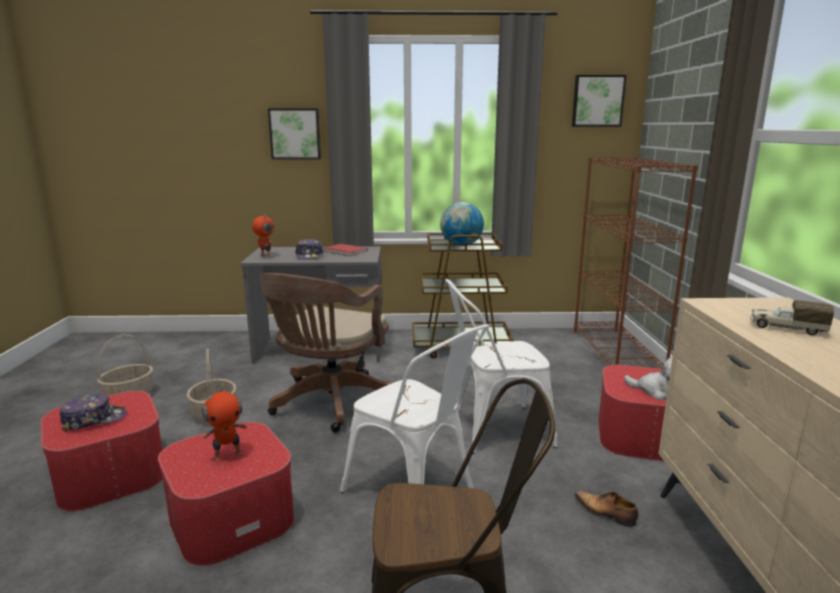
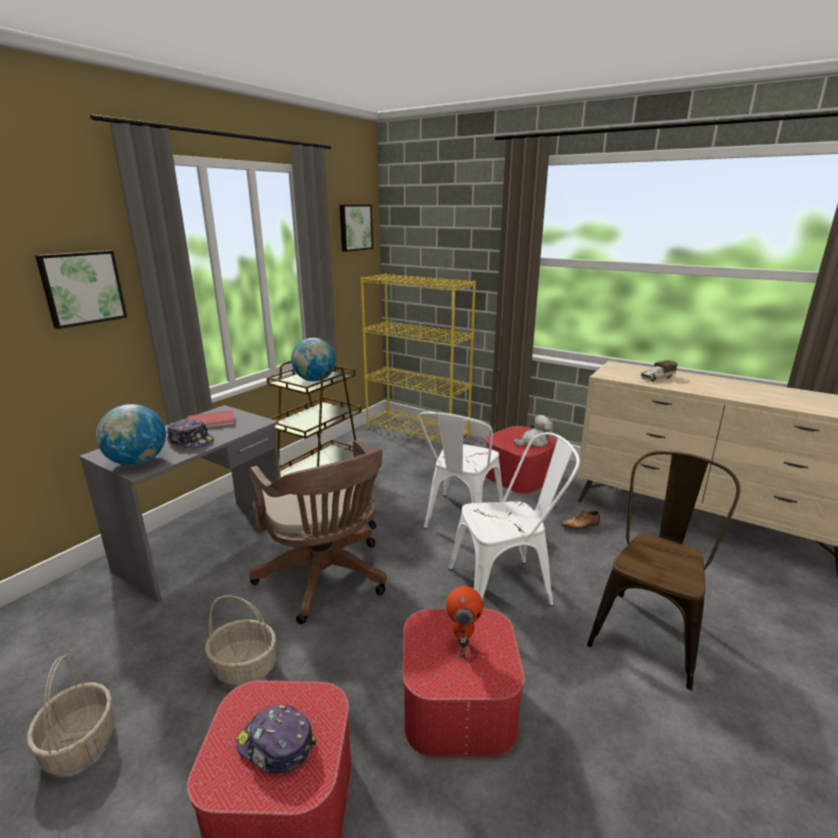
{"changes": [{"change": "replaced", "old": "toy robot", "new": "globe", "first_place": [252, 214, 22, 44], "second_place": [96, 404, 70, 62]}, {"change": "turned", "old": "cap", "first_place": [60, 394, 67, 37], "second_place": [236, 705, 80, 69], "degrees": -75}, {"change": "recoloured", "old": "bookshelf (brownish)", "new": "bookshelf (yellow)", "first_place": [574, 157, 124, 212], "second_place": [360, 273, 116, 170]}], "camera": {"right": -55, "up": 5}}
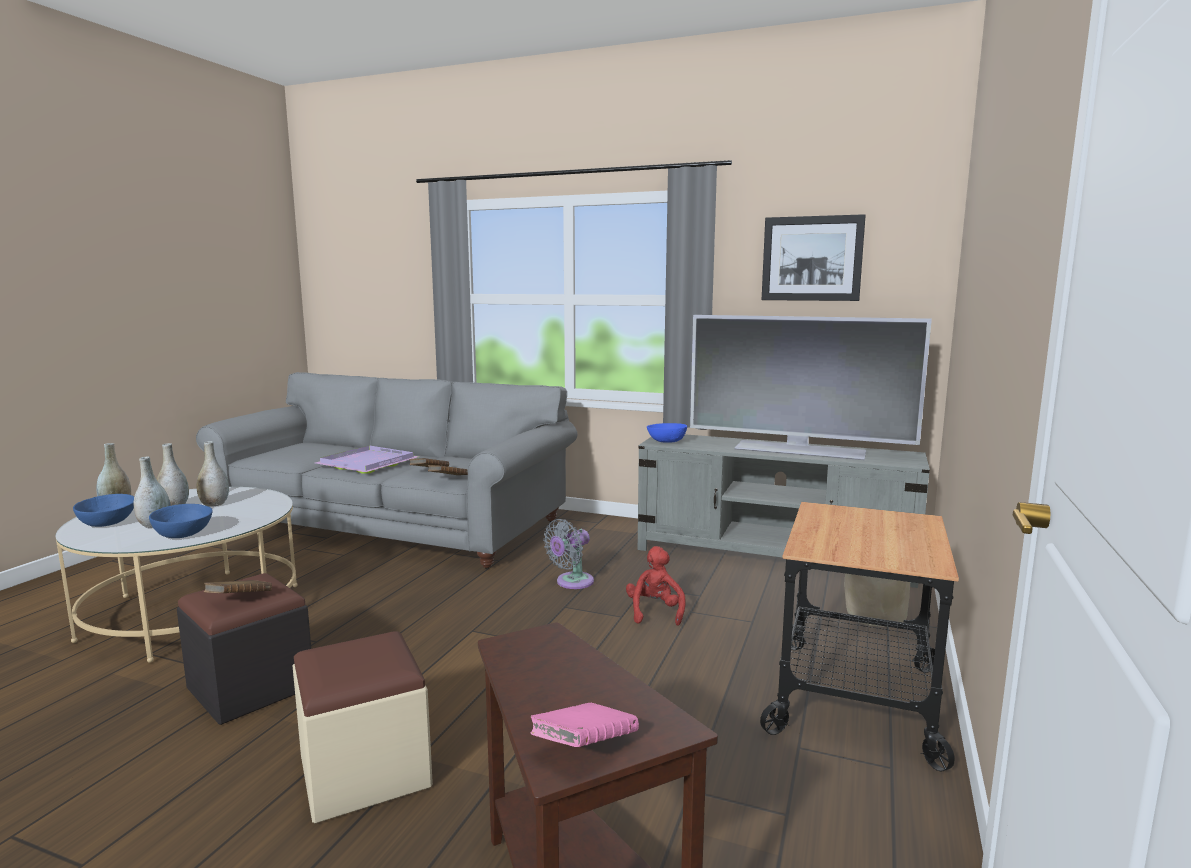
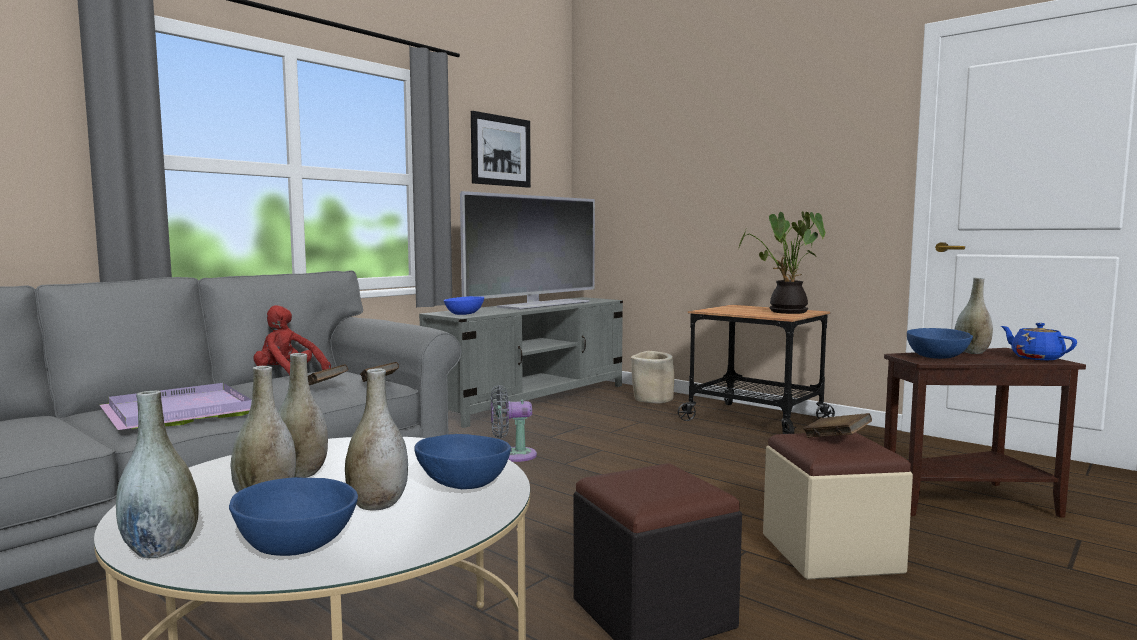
{"changes": [{"change": "moved", "old": "soft toy (red-coloured)", "first_place": [626, 546, 60, 80], "second_place": [254, 305, 77, 70]}, {"change": "turned", "old": "cooling fan (grey)", "first_place": [543, 519, 51, 70], "second_place": [491, 385, 46, 77], "degrees": 105}, {"change": "added", "new": "plant in a pot", "second_place": [738, 211, 87, 103]}, {"change": "moved", "old": "bound book (brownish)", "first_place": [204, 580, 68, 13], "second_place": [803, 413, 69, 25]}, {"change": "added", "new": "serving bowl (blue-coloured)", "second_place": [907, 328, 66, 31]}, {"change": "added", "new": "vase (grey)", "second_place": [955, 278, 38, 76]}, {"change": "replaced", "old": "bound book (pink)", "new": "tea pot (blue-coloured)", "first_place": [530, 703, 109, 44], "second_place": [1001, 323, 76, 37]}], "camera": {"right": -70, "up": -5}}
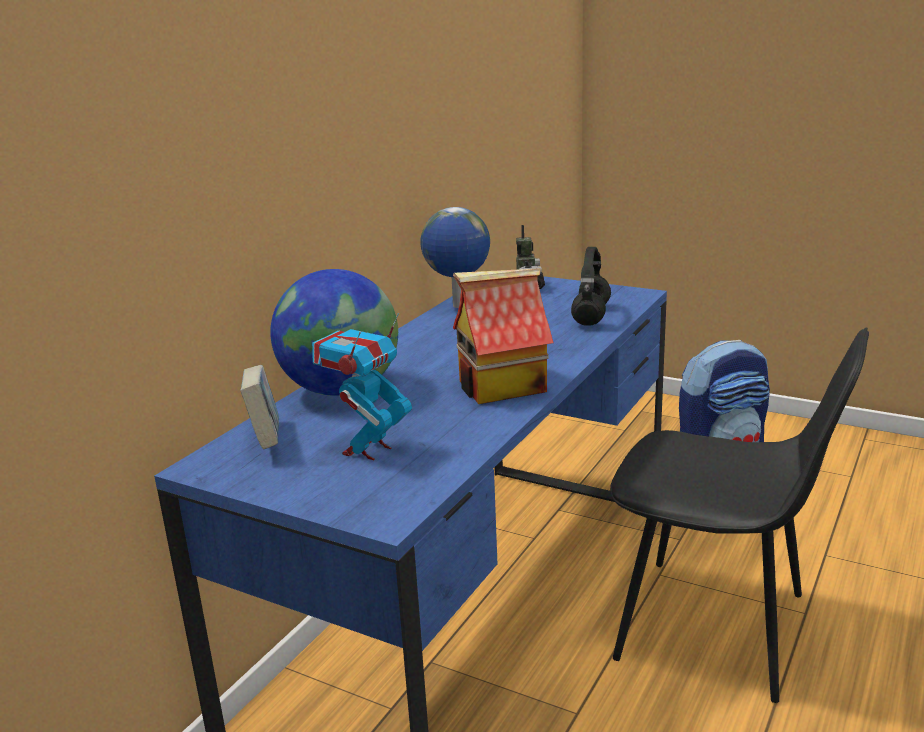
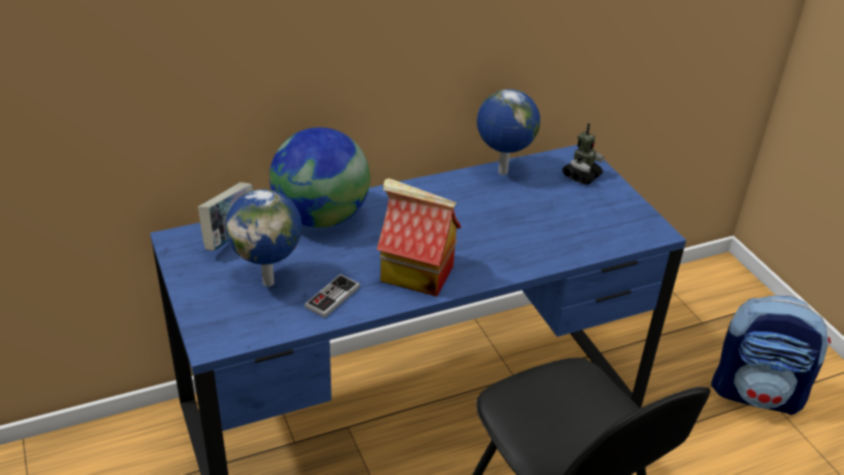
{"changes": [{"change": "replaced", "old": "toy robot", "new": "globe", "first_place": [312, 312, 100, 148], "second_place": [226, 189, 76, 98]}, {"change": "added", "new": "game controller", "second_place": [305, 274, 55, 44]}, {"change": "removed", "old": "headphones (black-coloured)", "first_place": [571, 247, 40, 79]}], "camera": {"right": 35, "up": 15}}
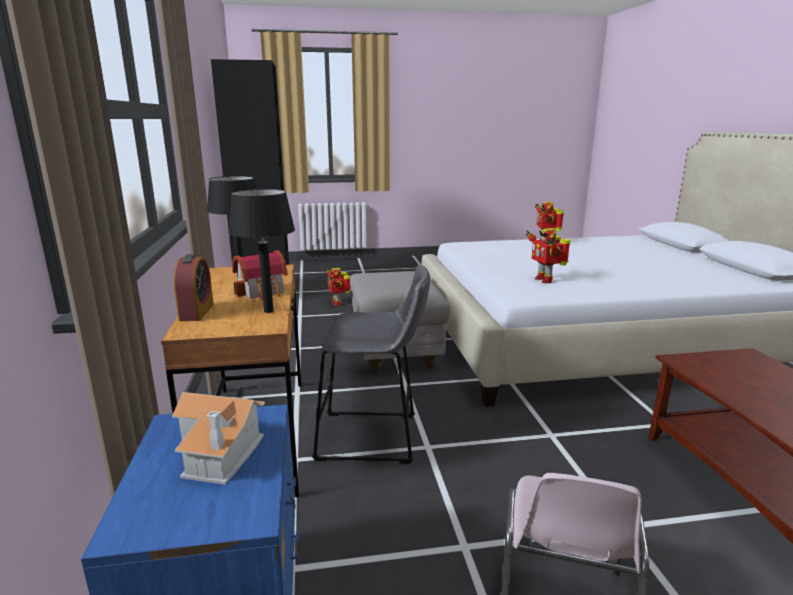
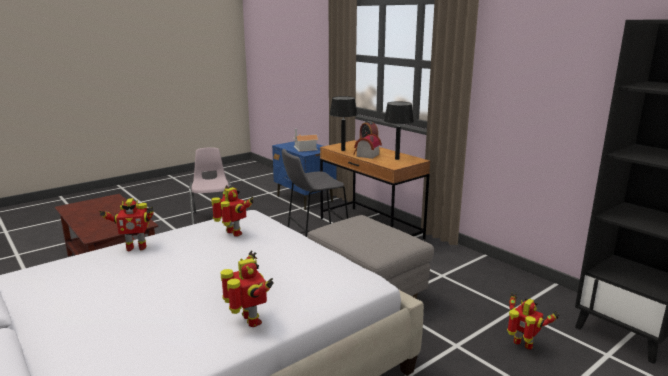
{"changes": [{"change": "added", "new": "toy robot", "second_place": [98, 198, 56, 53]}], "camera": {"right": 150, "up": 0}}
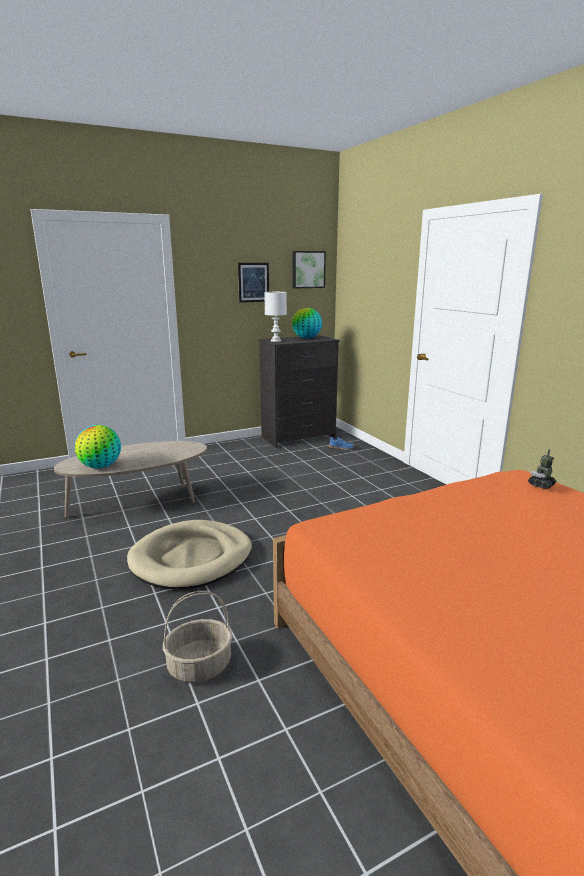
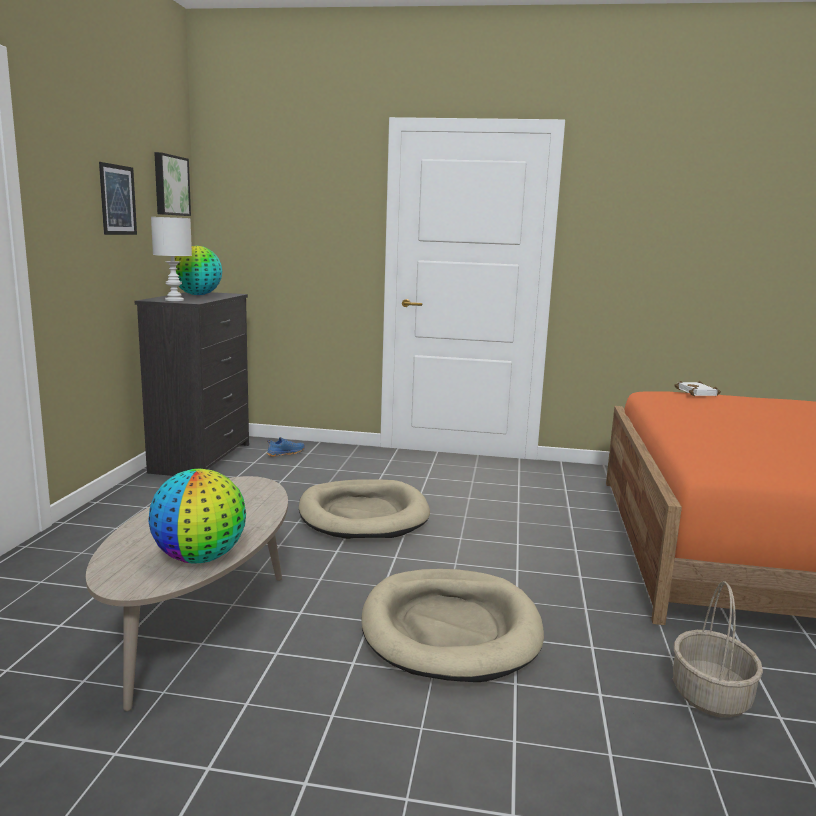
{"changes": [{"change": "added", "new": "pet bed (beige)", "second_place": [299, 479, 131, 60]}, {"change": "replaced", "old": "toy robot", "new": "bound book (white-coloured)", "first_place": [528, 449, 28, 40], "second_place": [674, 381, 47, 15]}], "camera": {"right": -55, "up": -5}}
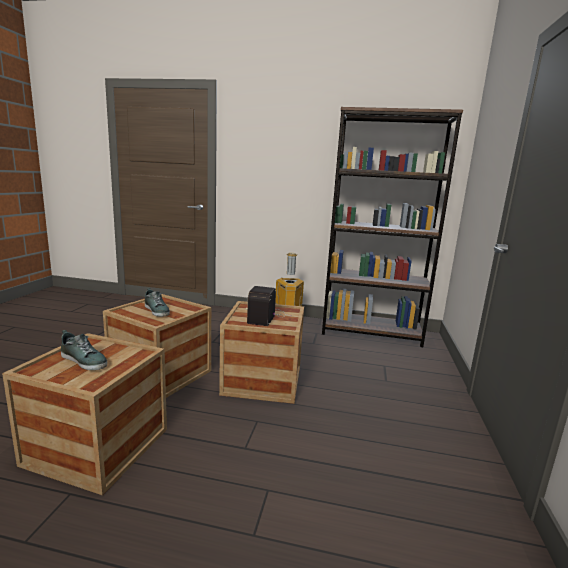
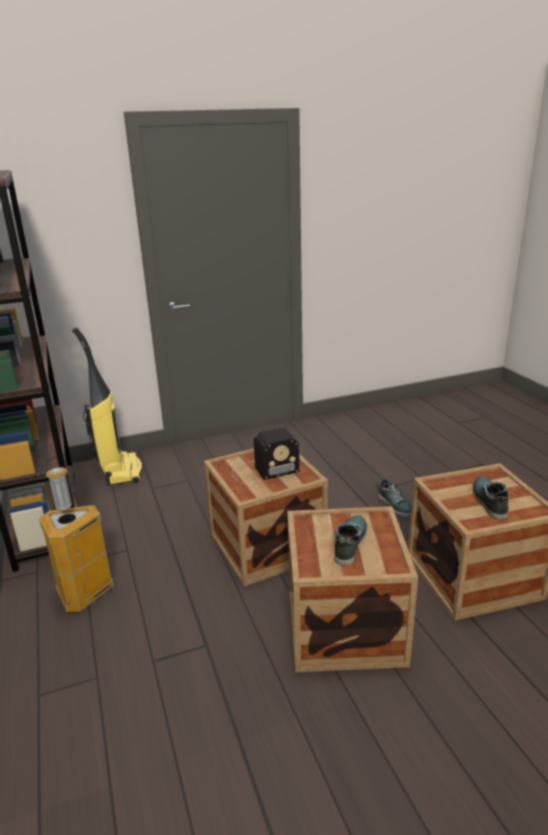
{"changes": [{"change": "added", "new": "vacuum", "second_place": [72, 327, 71, 158]}, {"change": "added", "new": "shoe", "second_place": [378, 476, 34, 41]}], "camera": {"right": -120, "up": 10}}
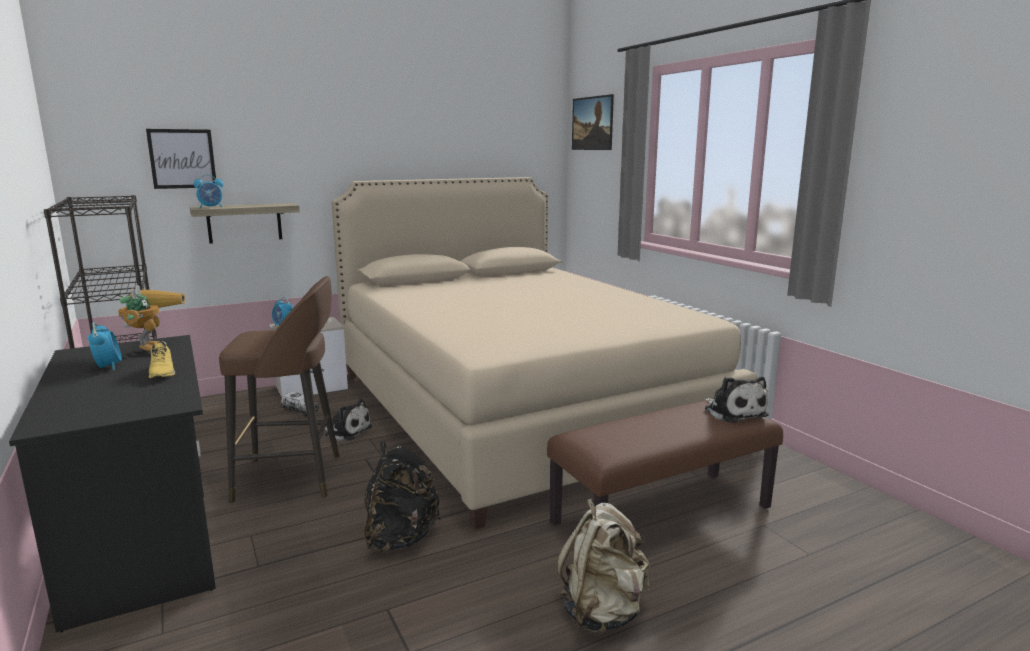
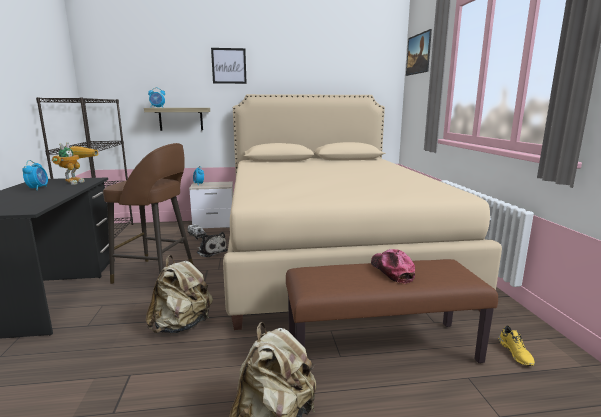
{"changes": [{"change": "recoloured", "old": "rucksack (black-coloured)", "new": "rucksack (beige)", "first_place": [364, 441, 77, 111], "second_place": [146, 255, 67, 78]}, {"change": "moved", "old": "picture", "first_place": [146, 129, 70, 60], "second_place": [211, 48, 36, 36]}, {"change": "added", "new": "cap", "second_place": [371, 249, 44, 35]}, {"change": "moved", "old": "shoe (yellow)", "first_place": [149, 341, 26, 38], "second_place": [498, 325, 37, 41]}, {"change": "removed", "old": "soft toy", "first_place": [705, 376, 64, 47]}], "camera": {"right": 20, "up": 0}}
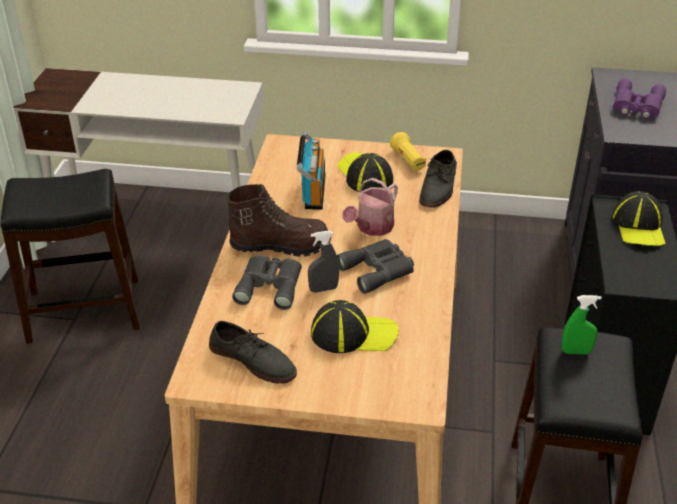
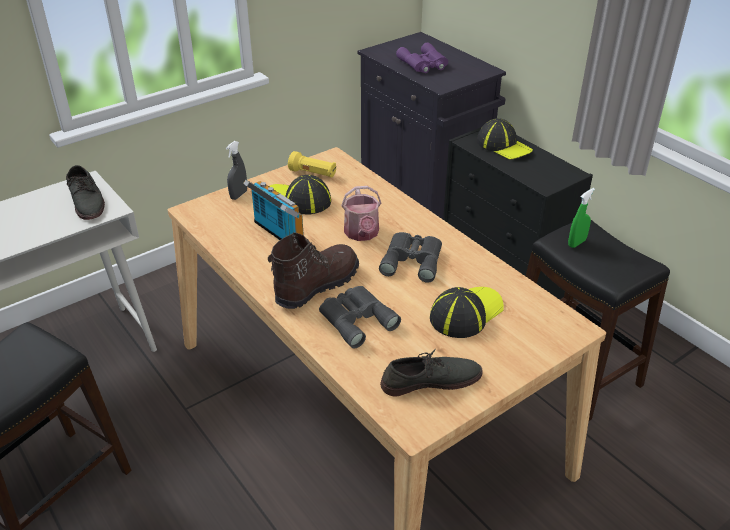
{"changes": [{"change": "moved", "old": "shoe (grey)", "first_place": [419, 150, 38, 57], "second_place": [66, 165, 39, 55]}, {"change": "moved", "old": "hand sprayer (grey)", "first_place": [308, 231, 31, 62], "second_place": [226, 141, 21, 59]}], "camera": {"right": -45, "up": 0}}
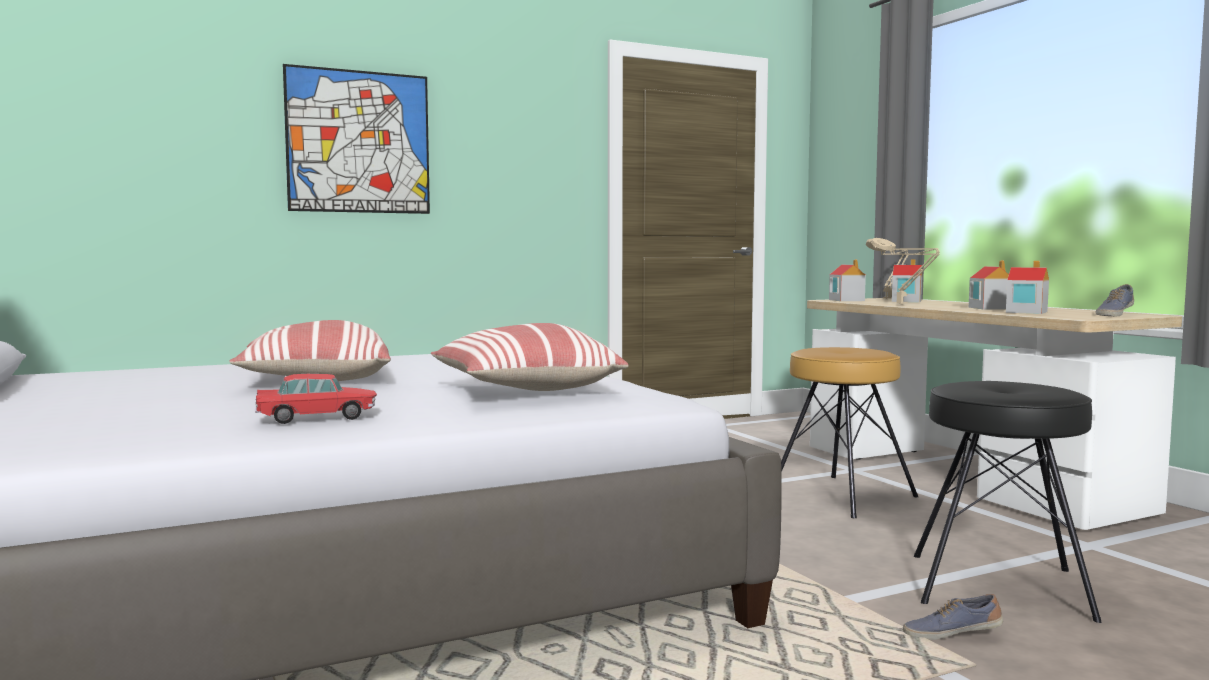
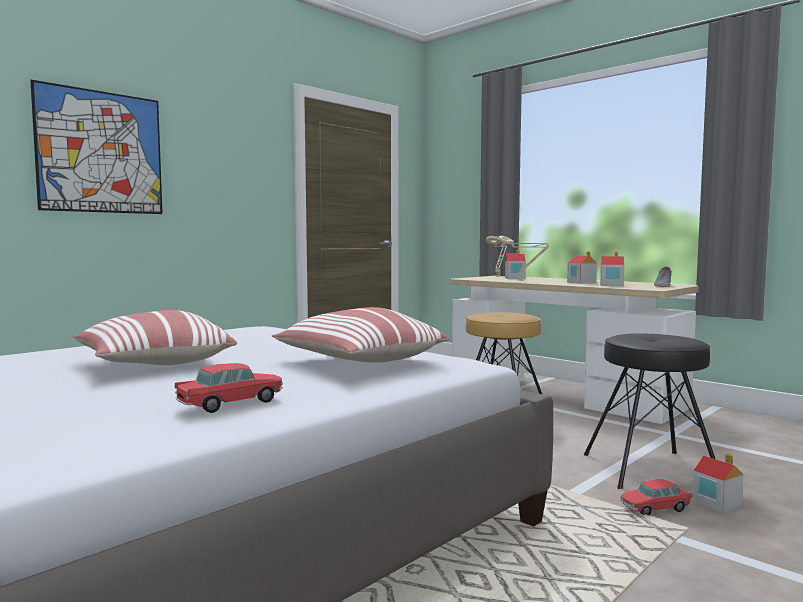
{"changes": [{"change": "replaced", "old": "shoe", "new": "model car", "first_place": [903, 594, 100, 46], "second_place": [620, 479, 72, 36]}, {"change": "moved", "old": "miniature house", "first_place": [829, 259, 37, 42], "second_place": [692, 453, 51, 60]}], "camera": {"right": -20, "up": 0}}
